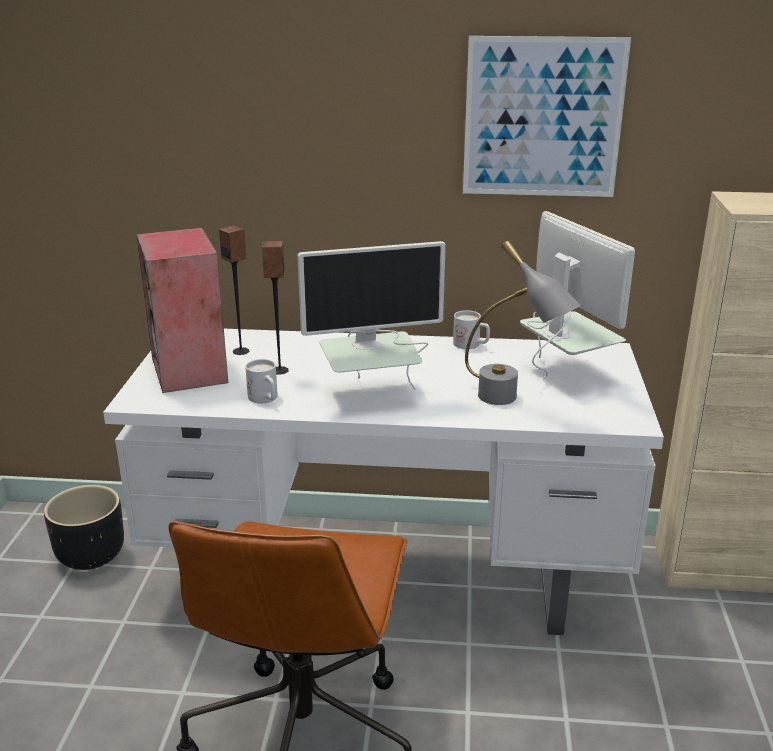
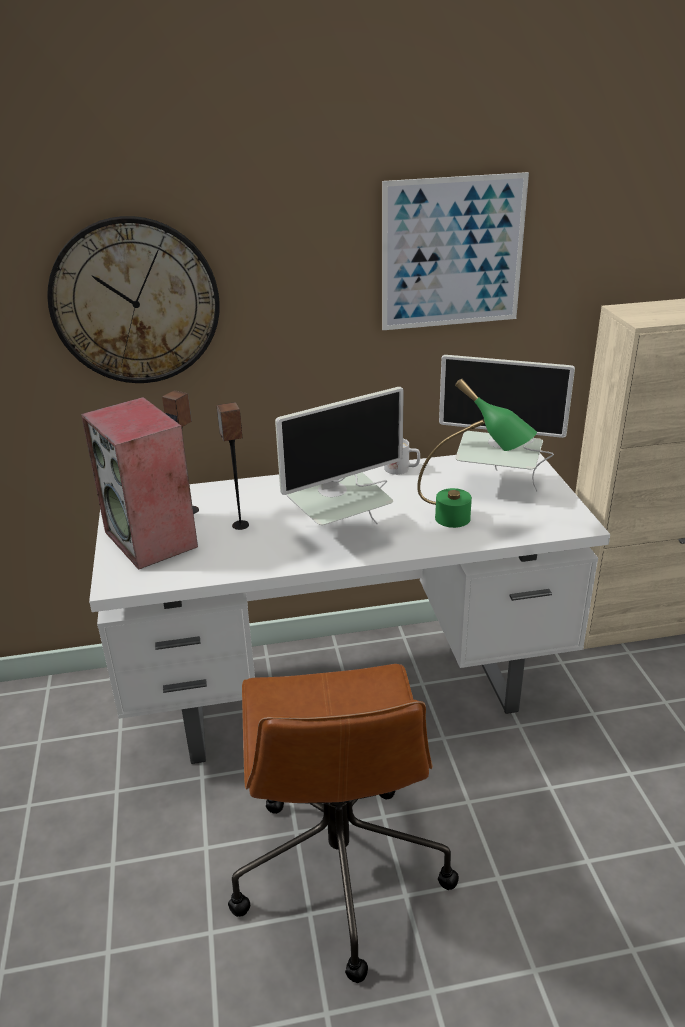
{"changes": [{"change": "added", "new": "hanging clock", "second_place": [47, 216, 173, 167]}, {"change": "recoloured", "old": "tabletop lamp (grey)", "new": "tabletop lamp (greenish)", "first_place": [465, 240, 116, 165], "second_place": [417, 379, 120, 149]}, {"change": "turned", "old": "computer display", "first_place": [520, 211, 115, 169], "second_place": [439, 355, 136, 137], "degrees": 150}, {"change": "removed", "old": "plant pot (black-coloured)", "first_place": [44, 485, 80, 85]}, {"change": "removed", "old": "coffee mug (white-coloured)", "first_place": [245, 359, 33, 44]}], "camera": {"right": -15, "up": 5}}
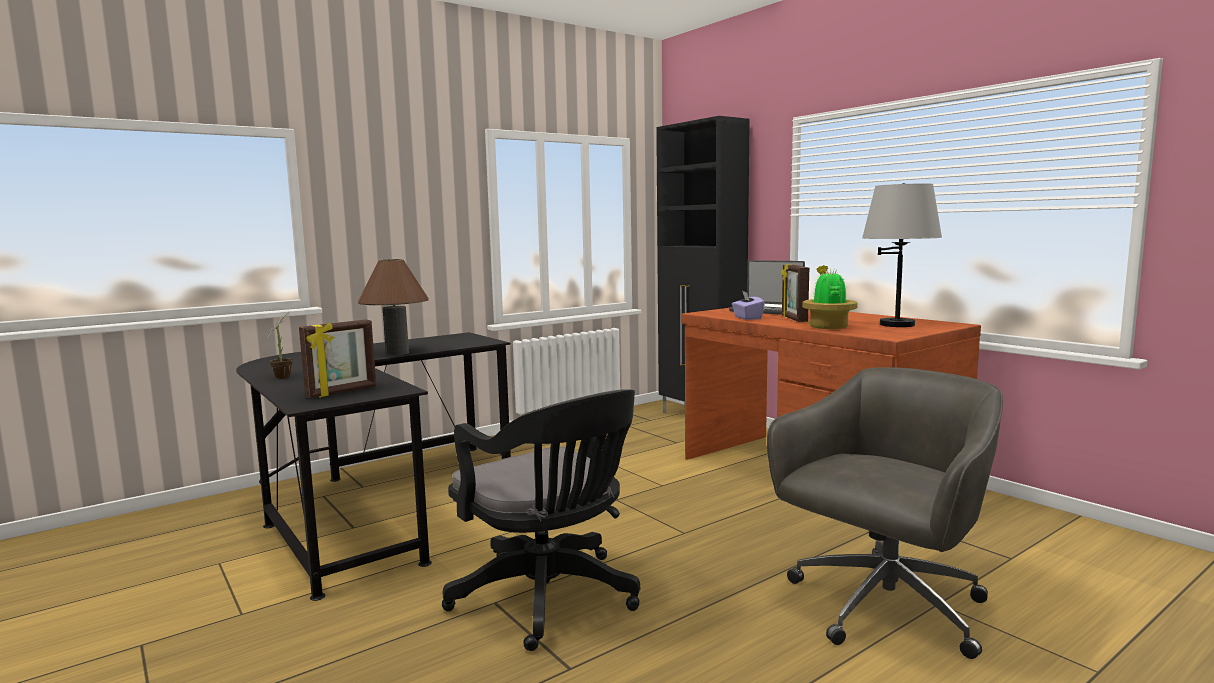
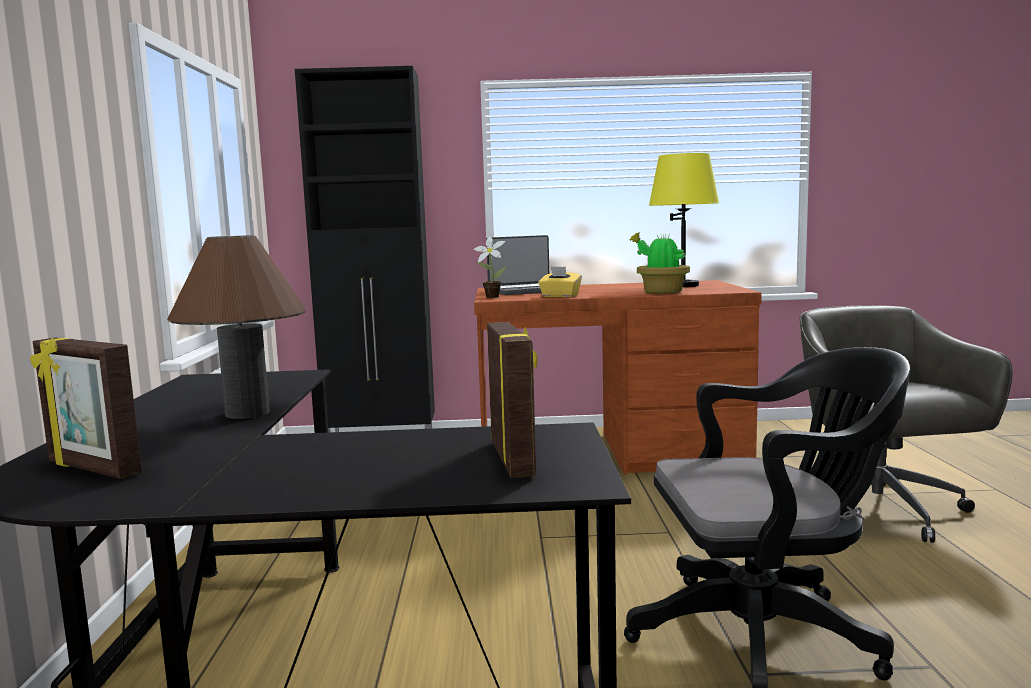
{"changes": [{"change": "moved", "old": "photo frame", "first_place": [781, 263, 28, 59], "second_place": [30, 337, 112, 142]}, {"change": "moved", "old": "plant in a pot", "first_place": [266, 311, 27, 68], "second_place": [474, 237, 32, 61]}, {"change": "recoloured", "old": "box of tissues (purple-coloured)", "new": "box of tissues (yellow)", "first_place": [732, 291, 33, 29], "second_place": [538, 266, 44, 31]}, {"change": "recoloured", "old": "tabletop lamp (grey)", "new": "tabletop lamp (yellow)", "first_place": [862, 183, 80, 144], "second_place": [649, 153, 70, 134]}], "camera": {"right": -55, "up": 0}}
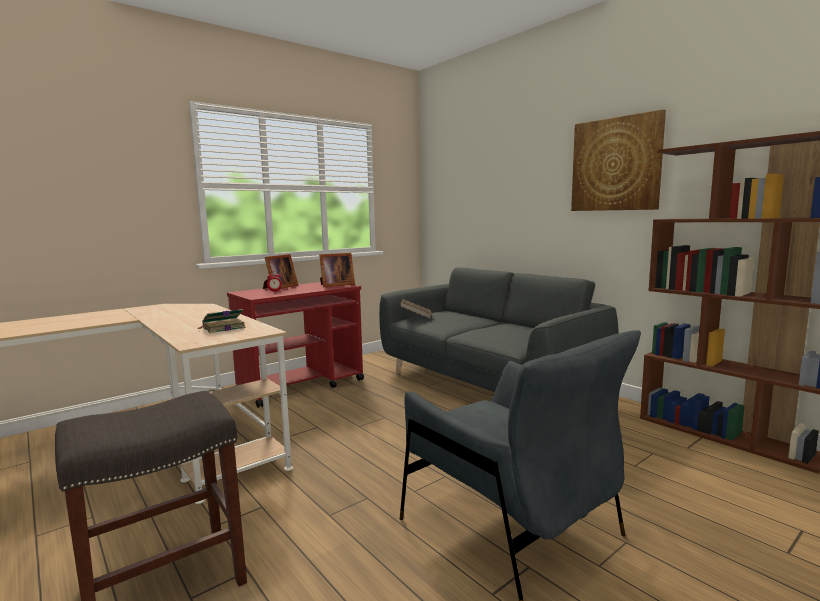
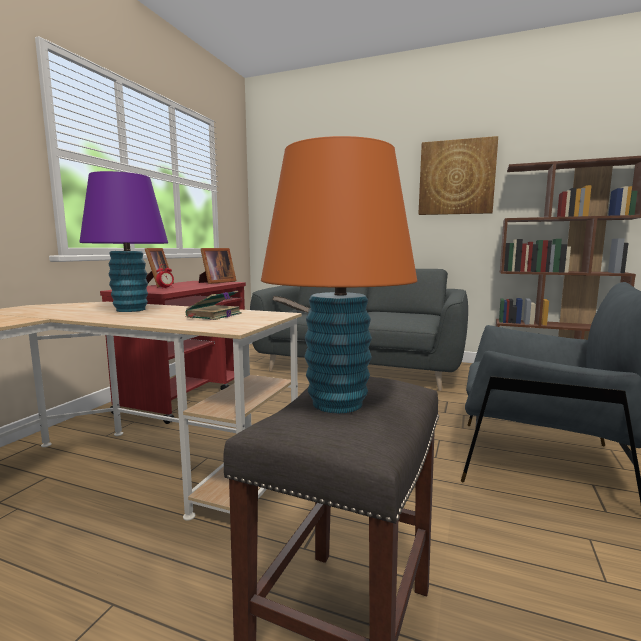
{"changes": [{"change": "added", "new": "tabletop lamp (purple-coloured)", "second_place": [79, 171, 89, 141]}, {"change": "added", "new": "tabletop lamp (orange)", "second_place": [261, 136, 156, 277]}], "camera": {"right": -30, "up": 0}}
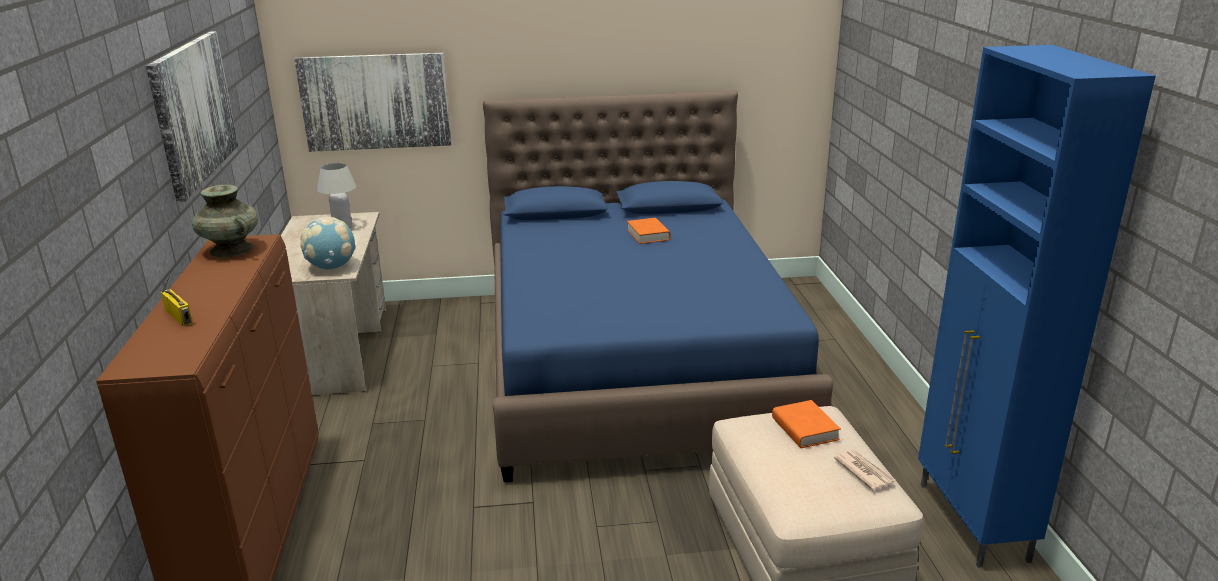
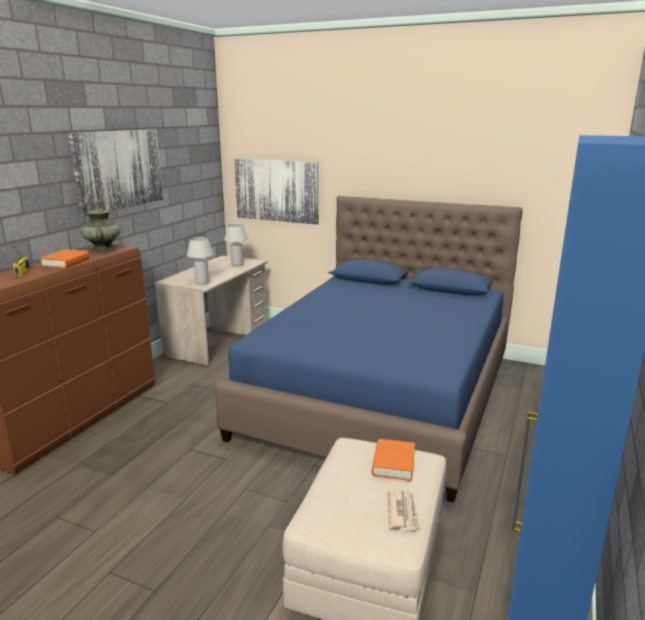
{"changes": [{"change": "moved", "old": "bound book (orange)", "first_place": [627, 218, 44, 26], "second_place": [40, 249, 50, 19]}, {"change": "replaced", "old": "globe", "new": "tabletop lamp (white-coloured)", "first_place": [300, 217, 55, 53], "second_place": [186, 237, 28, 47]}], "camera": {"right": 30, "up": -5}}
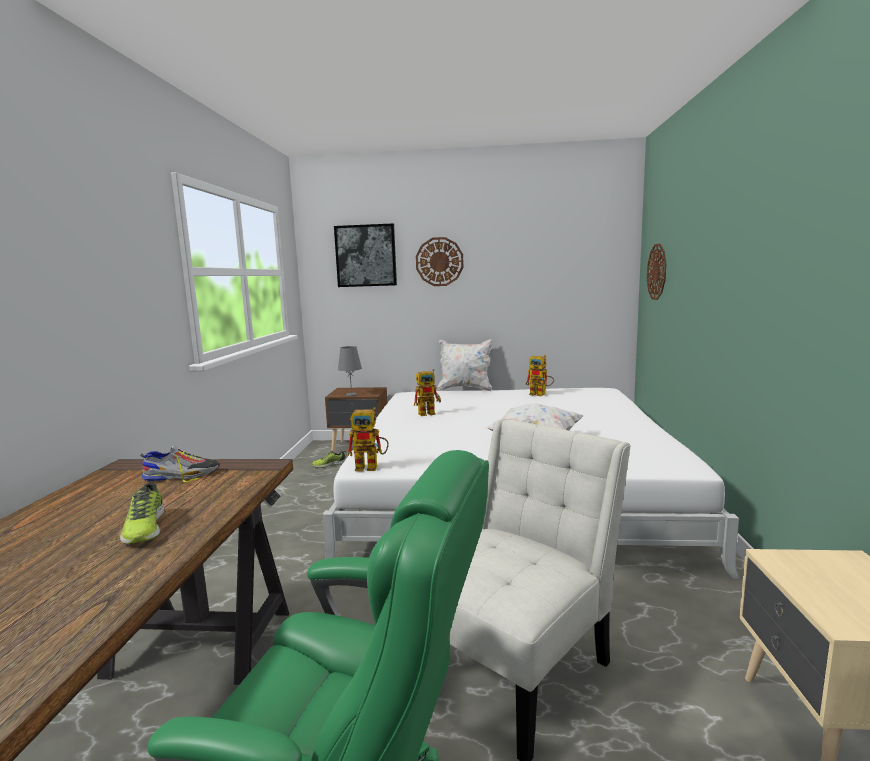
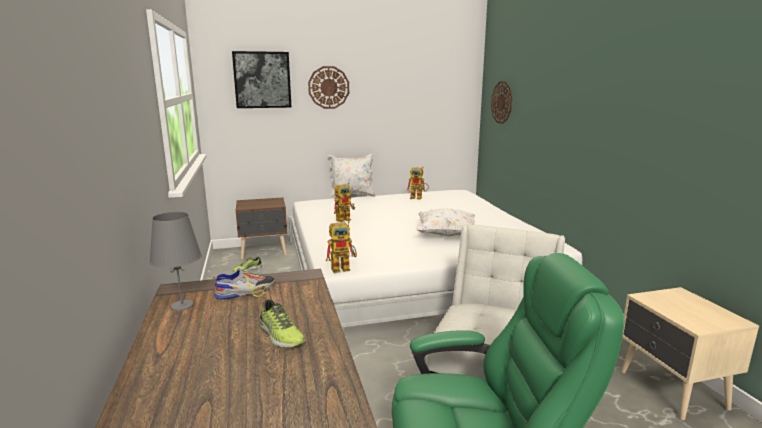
{"changes": [{"change": "moved", "old": "tabletop lamp (grey)", "first_place": [338, 346, 24, 50], "second_place": [149, 212, 53, 99]}], "camera": {"right": -20, "up": 5}}
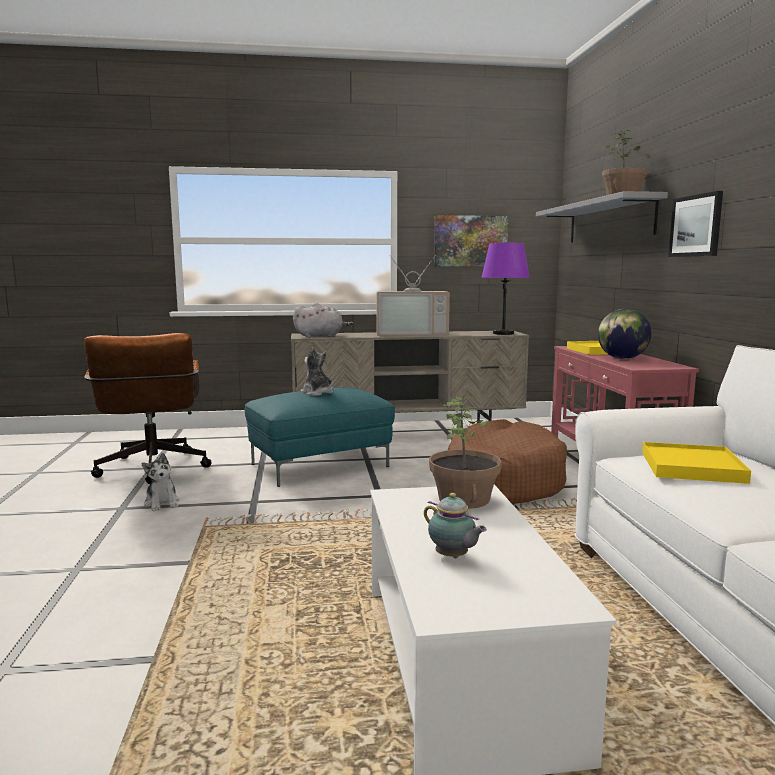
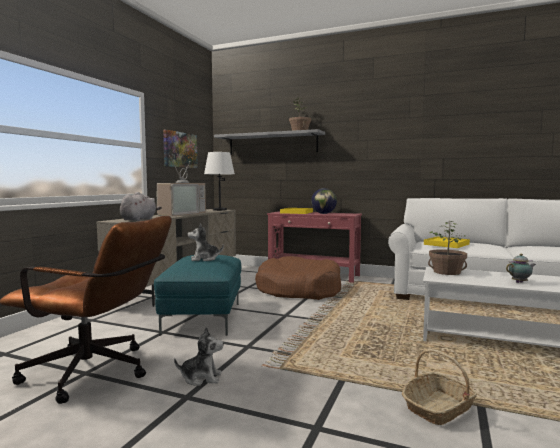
{"changes": [{"change": "recoloured", "old": "tabletop lamp (purple-coloured)", "new": "tabletop lamp (white-coloured)", "first_place": [482, 242, 48, 93], "second_place": [204, 152, 31, 59]}, {"change": "added", "new": "household basket", "second_place": [402, 349, 75, 76]}, {"change": "removed", "old": "picture", "first_place": [668, 191, 55, 66]}], "camera": {"right": -60, "up": -5}}
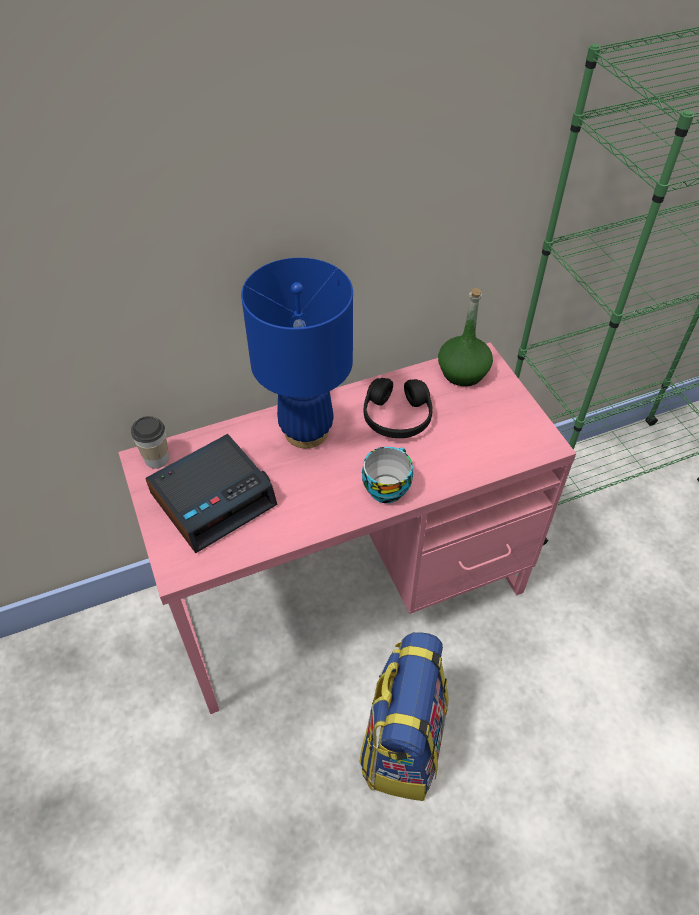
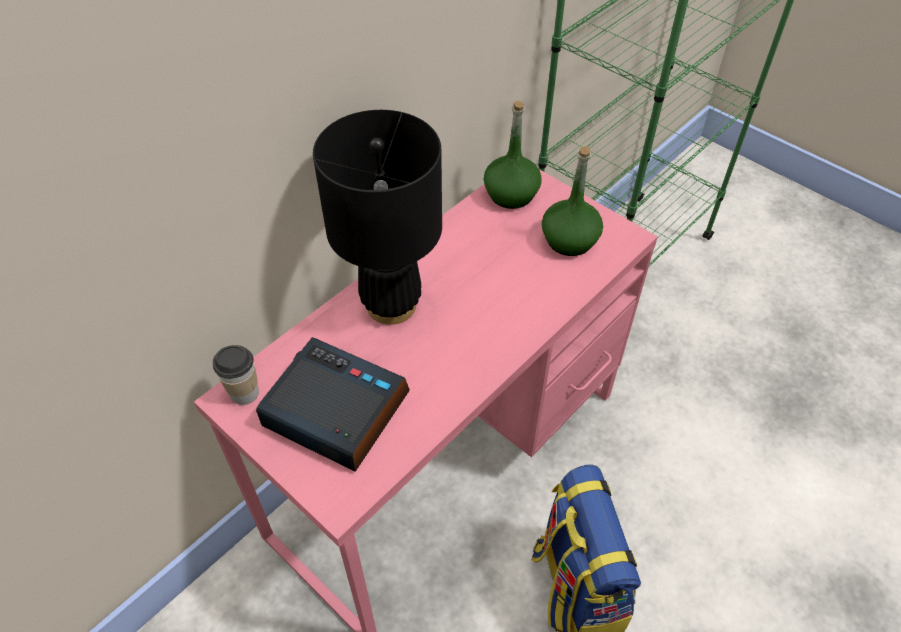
{"changes": [{"change": "turned", "old": "alarm clock", "first_place": [145, 434, 132, 119], "second_place": [256, 337, 154, 135], "degrees": -90}, {"change": "recoloured", "old": "tabletop lamp (blue-coloured)", "new": "tabletop lamp (black-coloured)", "first_place": [241, 258, 112, 190], "second_place": [313, 110, 129, 215]}, {"change": "added", "new": "bottle (greenish)", "second_place": [542, 146, 61, 110]}, {"change": "removed", "old": "cup", "first_place": [362, 447, 51, 56]}, {"change": "removed", "old": "headphones (black-coloured)", "first_place": [364, 378, 69, 60]}], "camera": {"right": -25, "up": 0}}
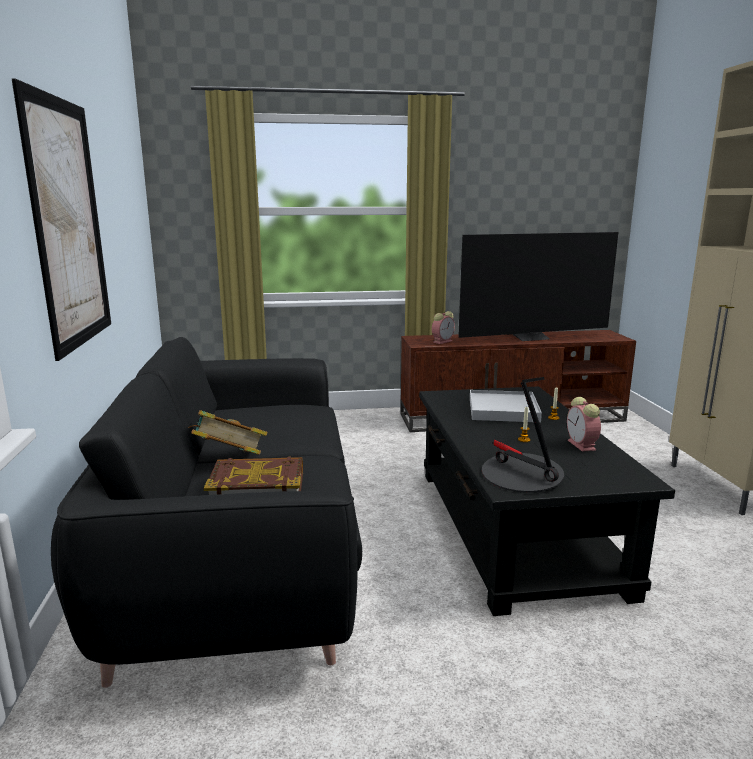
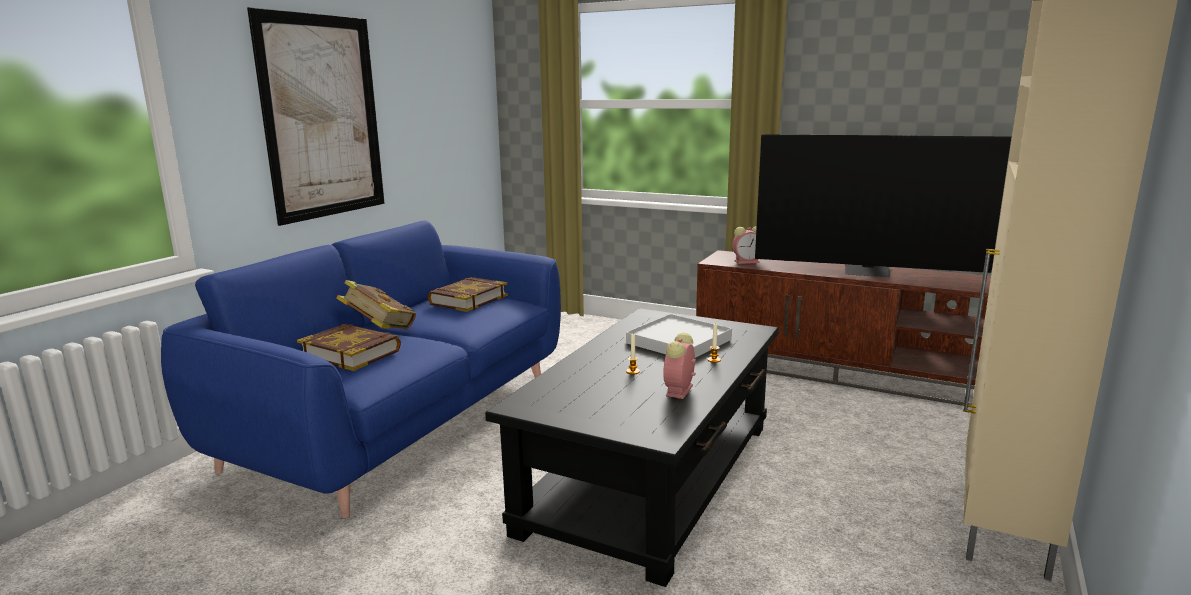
{"changes": [{"change": "recoloured", "old": "couch (black-coloured)", "new": "couch (blue-coloured)", "first_place": [51, 337, 311, 351], "second_place": [161, 220, 400, 298]}, {"change": "added", "new": "bound book", "second_place": [428, 277, 80, 35]}, {"change": "removed", "old": "tabletop lamp", "first_place": [482, 377, 82, 116]}], "camera": {"right": 35, "up": 0}}
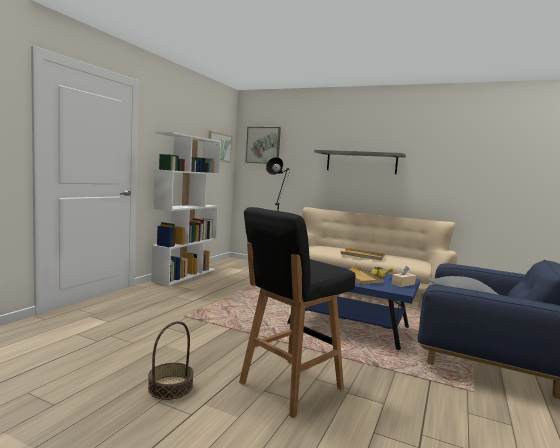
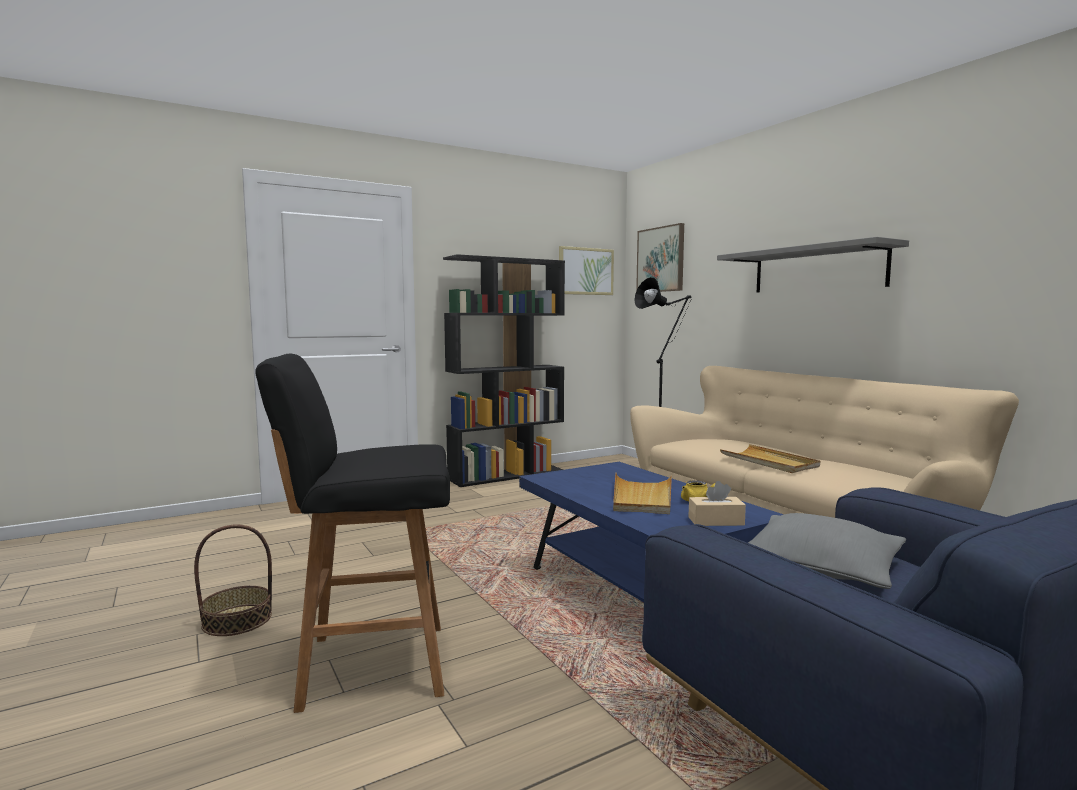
{"changes": [{"change": "recoloured", "old": "bookshelf (white-coloured)", "new": "bookshelf (black-coloured)", "first_place": [151, 132, 70, 154], "second_place": [443, 254, 122, 233]}], "camera": {"right": 35, "up": 0}}
